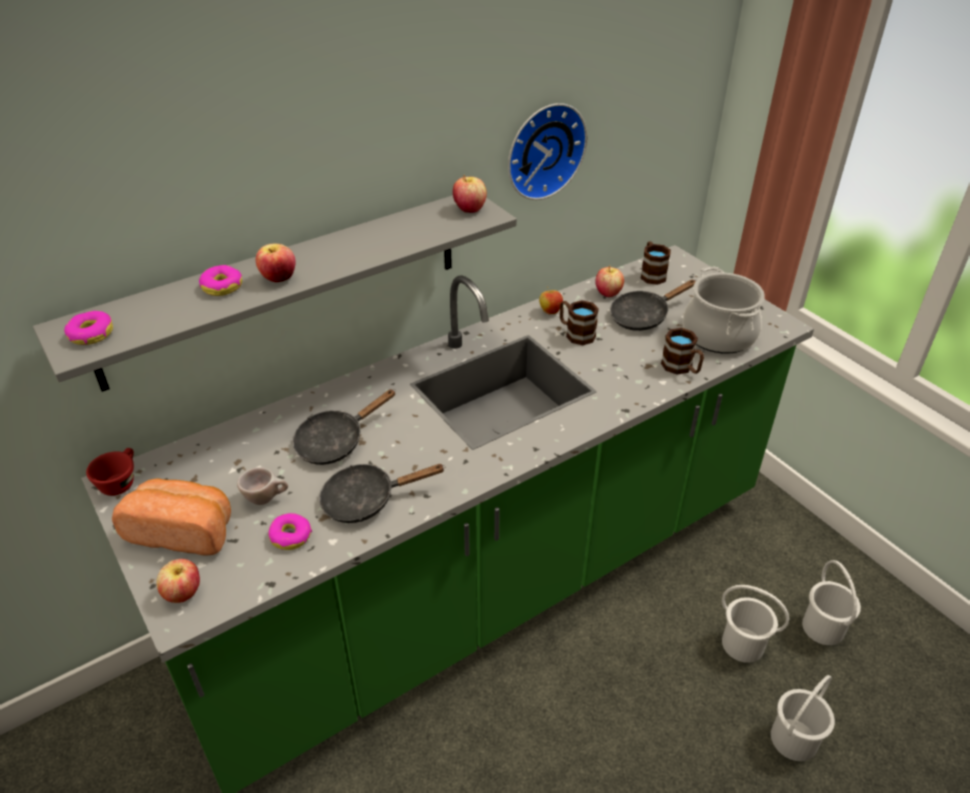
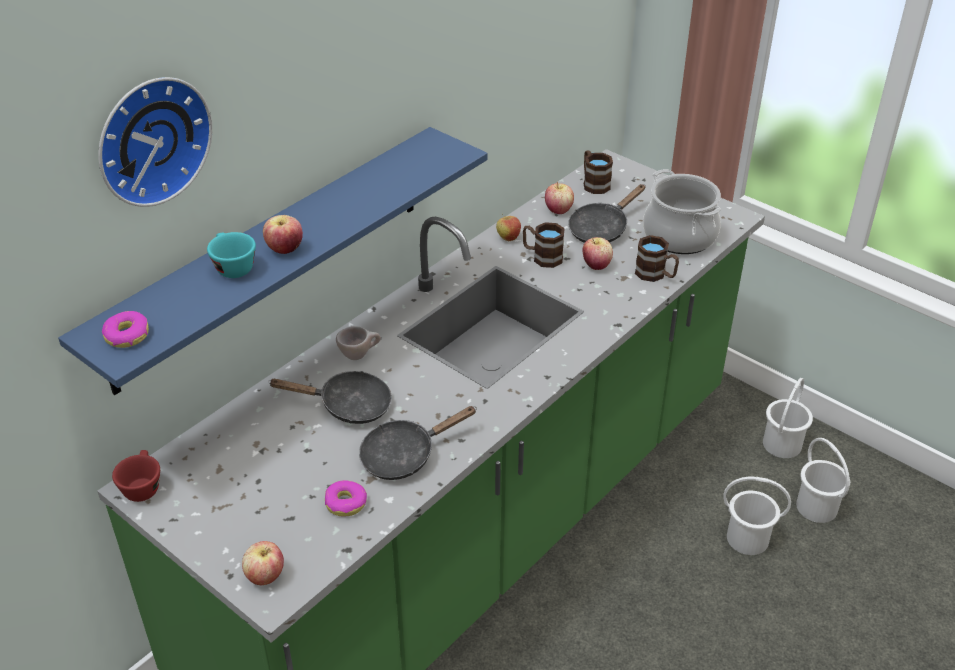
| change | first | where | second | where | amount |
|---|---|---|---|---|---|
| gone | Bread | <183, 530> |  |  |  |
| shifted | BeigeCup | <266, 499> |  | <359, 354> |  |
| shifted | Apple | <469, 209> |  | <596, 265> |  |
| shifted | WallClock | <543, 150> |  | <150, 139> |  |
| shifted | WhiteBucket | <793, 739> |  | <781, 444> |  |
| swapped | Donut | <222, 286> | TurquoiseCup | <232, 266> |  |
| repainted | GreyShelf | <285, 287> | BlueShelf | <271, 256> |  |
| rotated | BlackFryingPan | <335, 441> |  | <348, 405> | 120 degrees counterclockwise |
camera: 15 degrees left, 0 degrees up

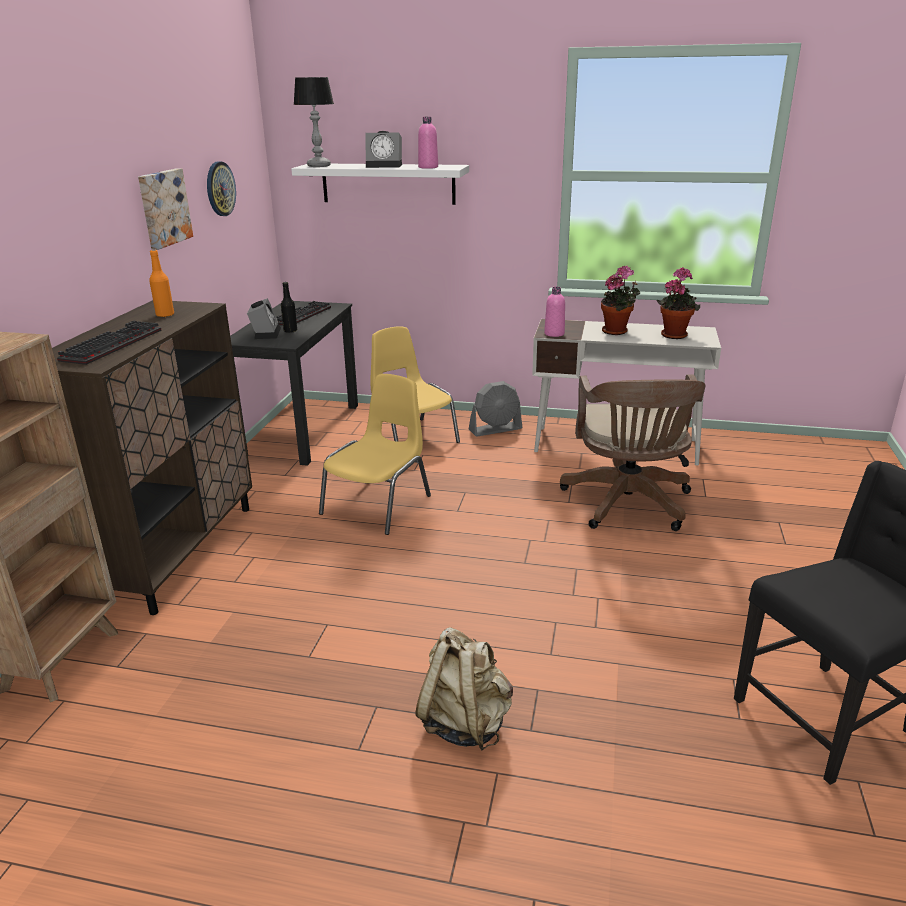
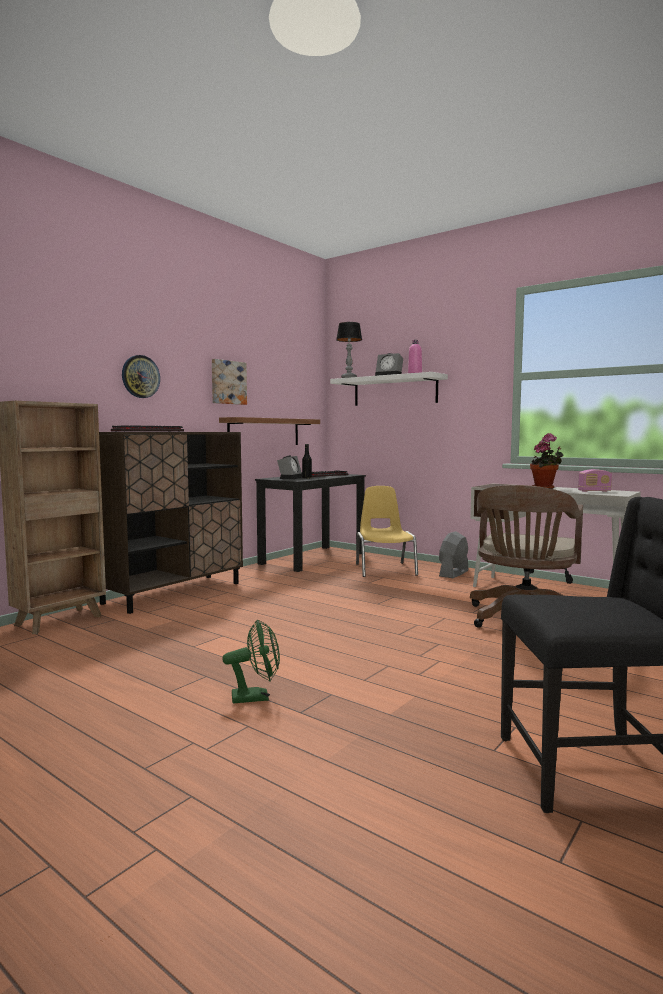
| change | first | where | second | where | amount |
|---|---|---|---|---|---|
| gone | OrangeBottle | <165, 315> |  |  |  |
| gone | YellowChair | <378, 504> |  |  |  |
| gone | PinkBottle | <554, 334> |  |  |  |
| new |  |  | Shelf | <264, 432> |  |
| shifted | WallClock | <220, 189> |  | <140, 376> |  |
| swapped | BeigeBackpack | <465, 723> | GreenFan | <256, 697> |  |
| swapped | PottedPlant | <674, 334> | Radio | <594, 491> |  |
| rotated | GreyFan | <495, 429> |  | <453, 573> | 120 degrees clockwise |
camera: 25 degrees right, 20 degrees down

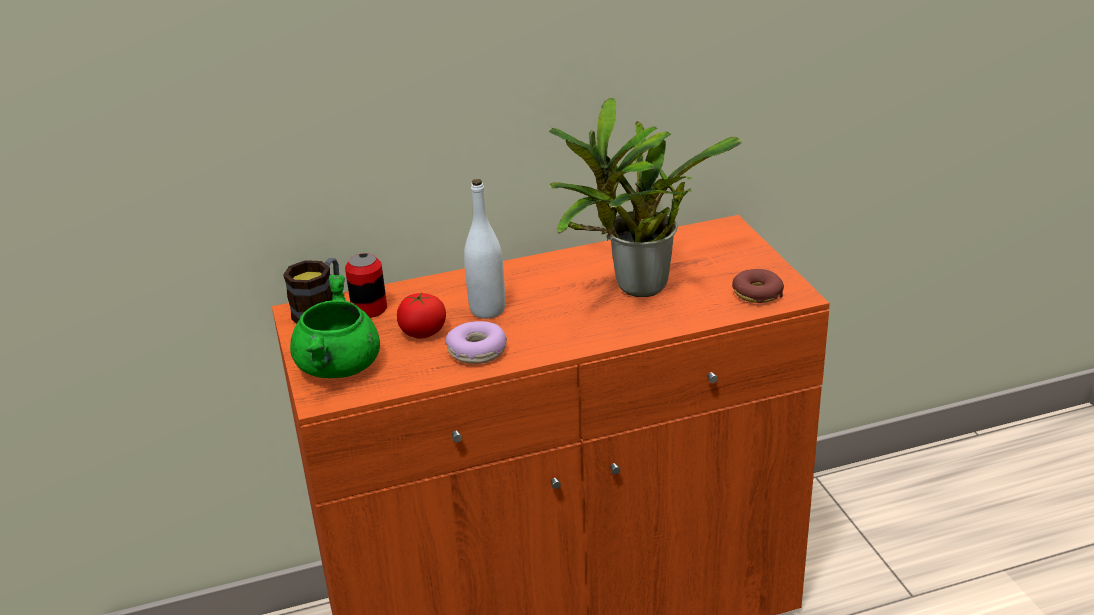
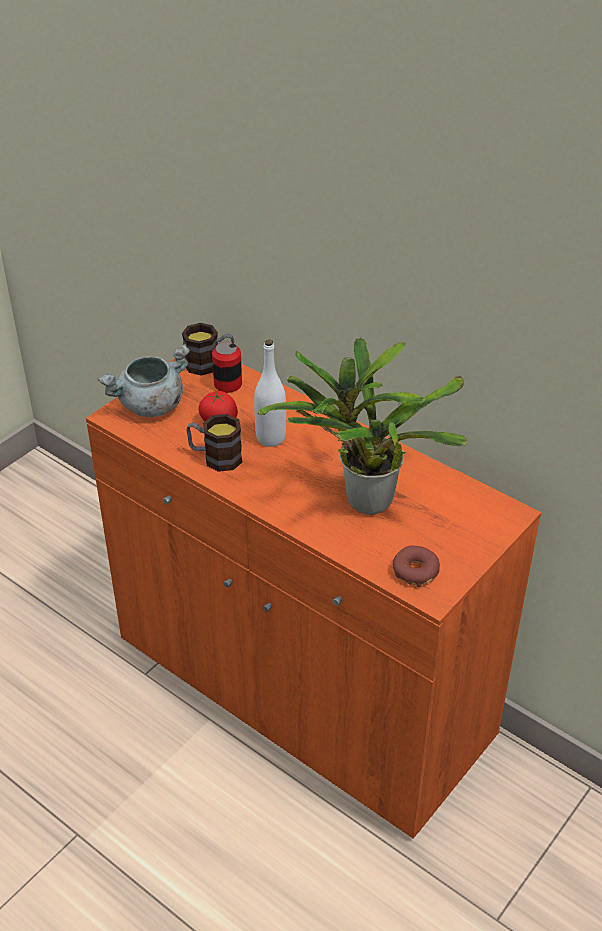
| change | first | where | second | where | amount |
|---|---|---|---|---|---|
| swapped | Donut | <477, 351> | Mug | <215, 457> |  |
| repainted | GreenCookingPot | <340, 368> | GreyCookingPot | <150, 406> |  |
camera: 55 degrees right, 10 degrees up

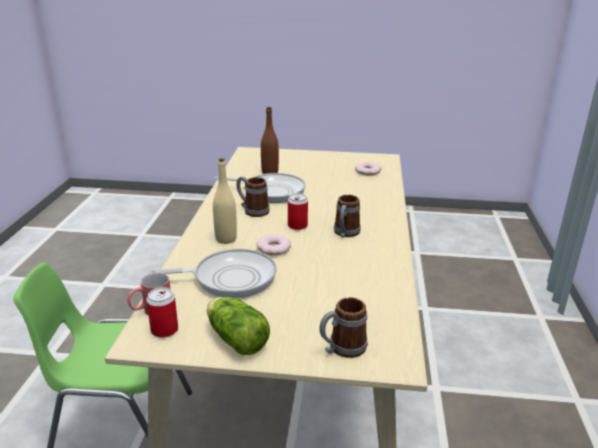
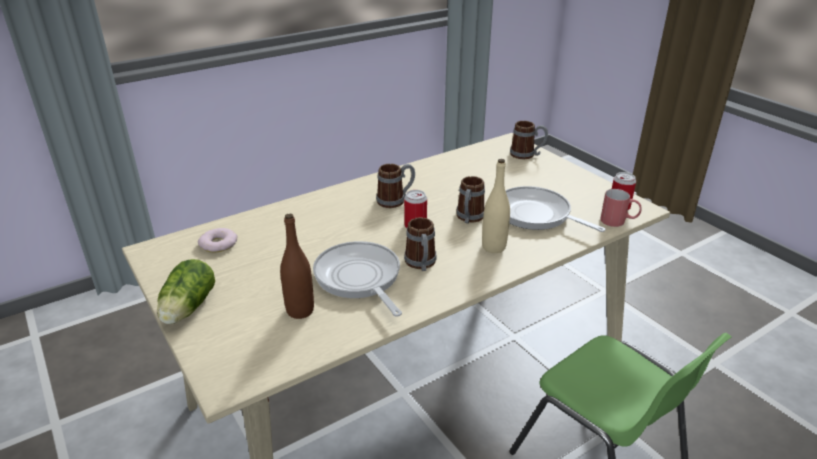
| change | first | where | second | where | amount |
|---|---|---|---|---|---|
| shifted | Lettuce | <235, 338> |  | <187, 309> |  |
| swapped | Donut | <274, 248> | Mug | <469, 218> |  |
camera: 130 degrees left, 5 degrees up

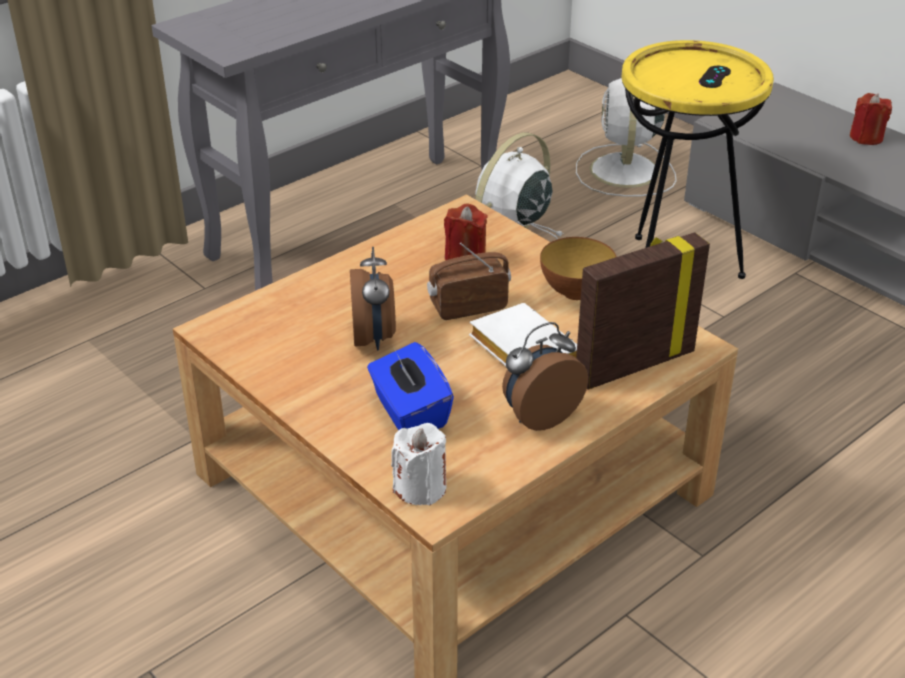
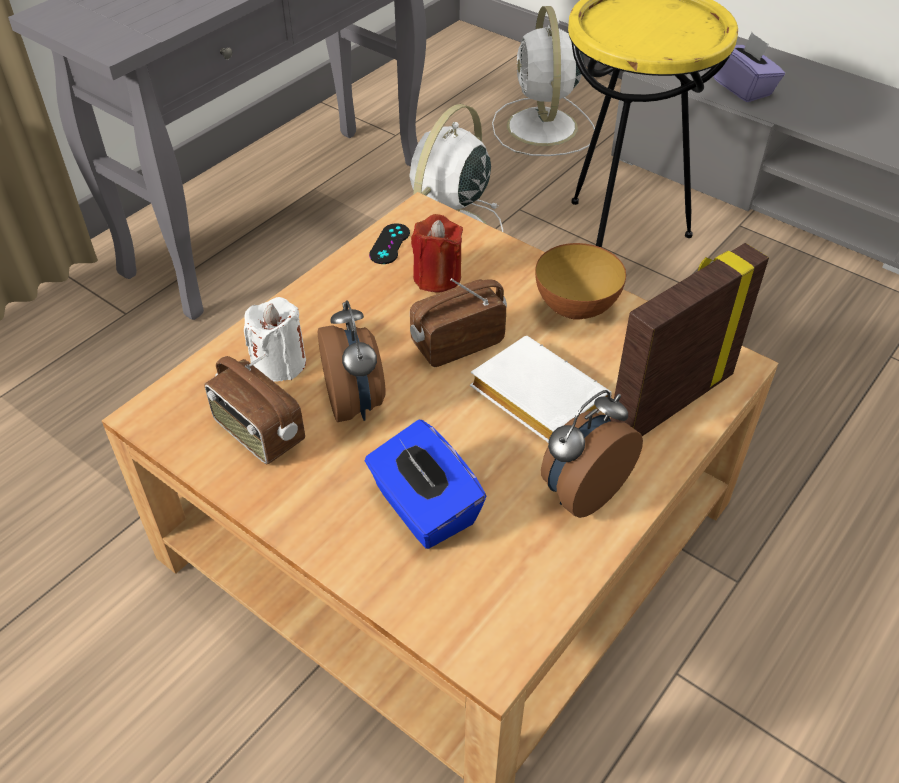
| change | first | where | second | where | amount |
|---|---|---|---|---|---|
| gone | RedCandle | <866, 137> |  |  |  |
| new |  |  | Radio | <258, 433> |  |
| new |  |  | PurpleTissueBox | <742, 87> |  |
| shifted | WhiteCandle | <420, 488> |  | <280, 363> |  |
| shifted | BlackGameController | <714, 77> |  | <389, 244> |  |
camera: 10 degrees left, 10 degrees up

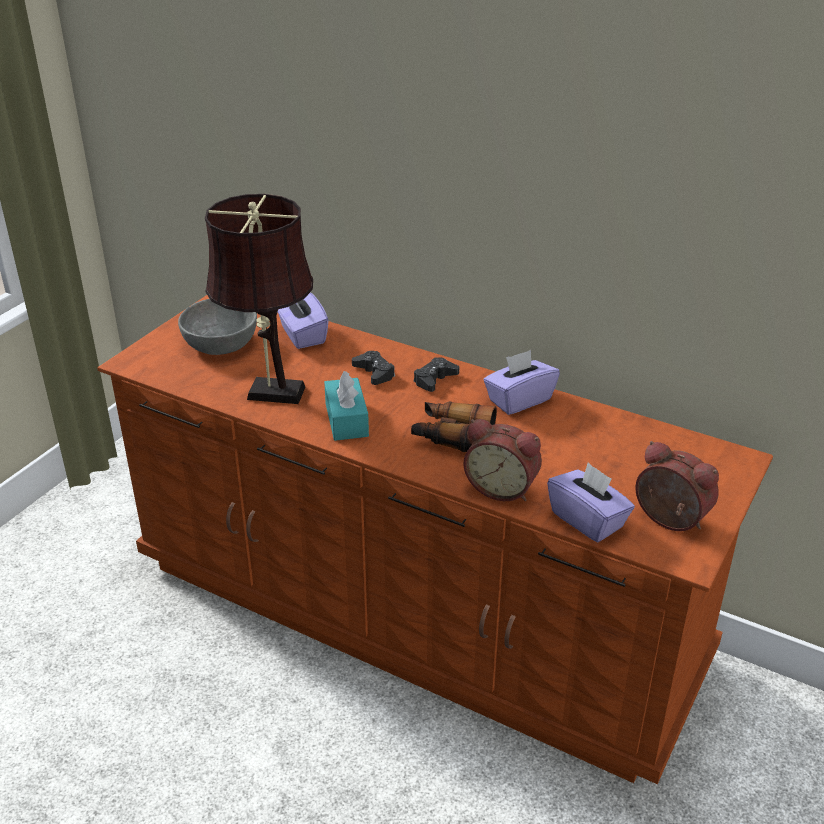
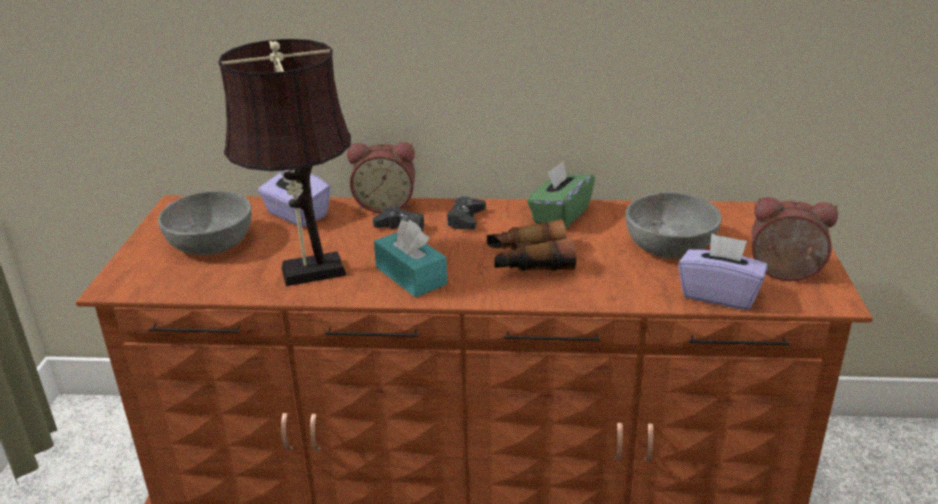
| change | first | where | second | where | amount |
|---|---|---|---|---|---|
| new |  |  | GreyBowl | <670, 245> |  |
| shifted | AlarmClock | <502, 487> |  | <385, 205> |  |
| repainted | PurpleTissueBox | <519, 400> | GreenTissueBox | <560, 216> |  |
camera: 25 degrees left, 5 degrees down

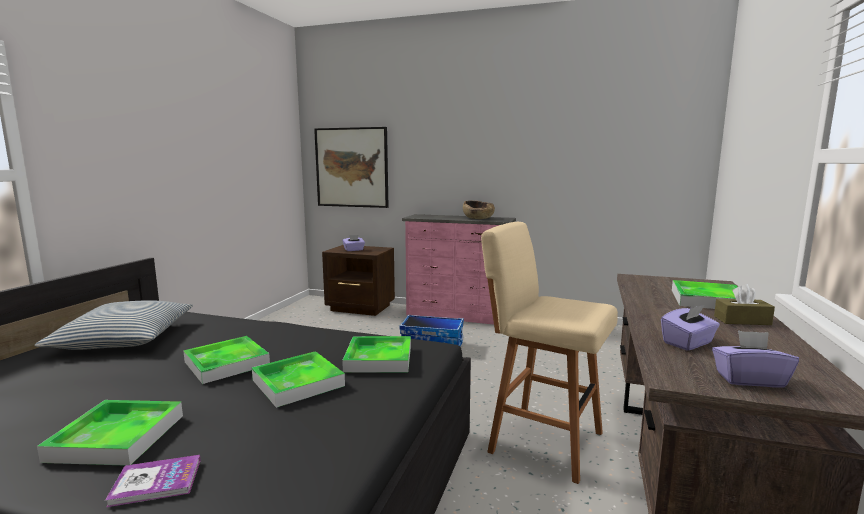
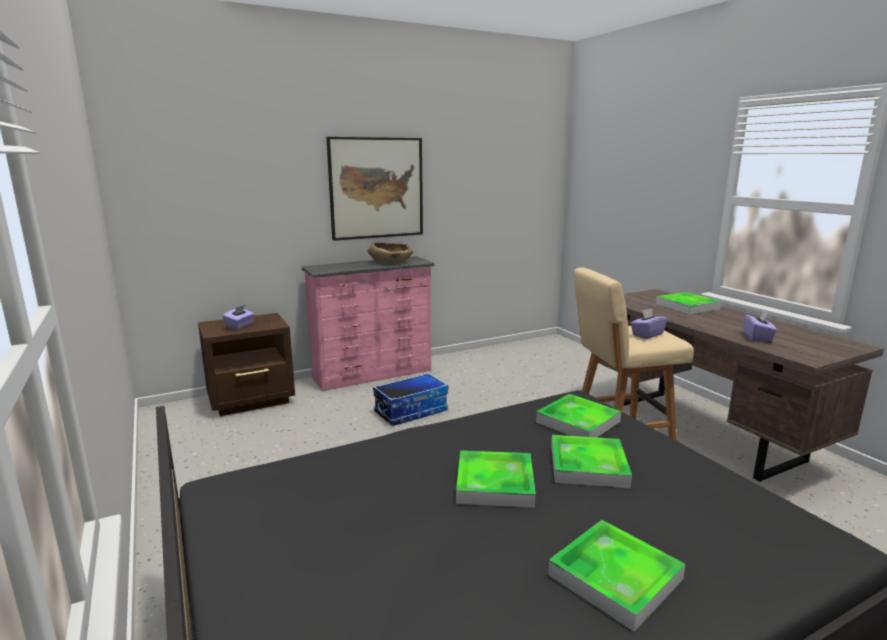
| change | first | where | second | where | amount |
|---|---|---|---|---|---|
| gone | Pillow | <124, 338> |  |  |  |
| gone | Book | <156, 482> |  |  |  |
| gone | BrownTissueBox | <742, 320> |  |  |  |
| shifted | Picture | <352, 167> |  | <376, 188> |  |
| shifted | PurpleTissueBox | <749, 379> |  | <647, 335> |  |
camera: 45 degrees left, 5 degrees up

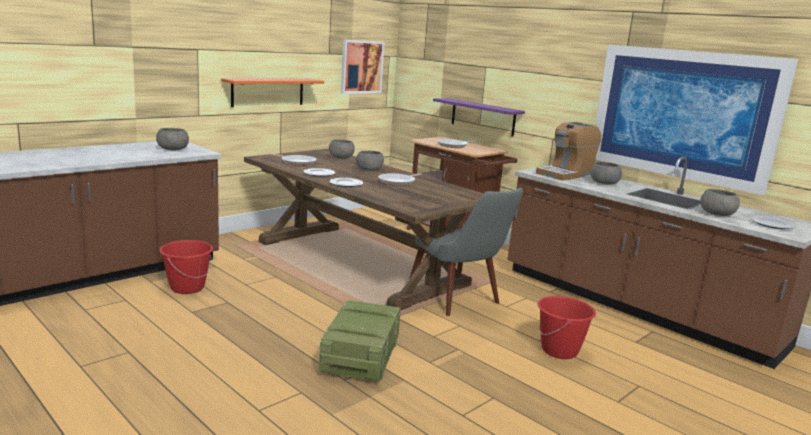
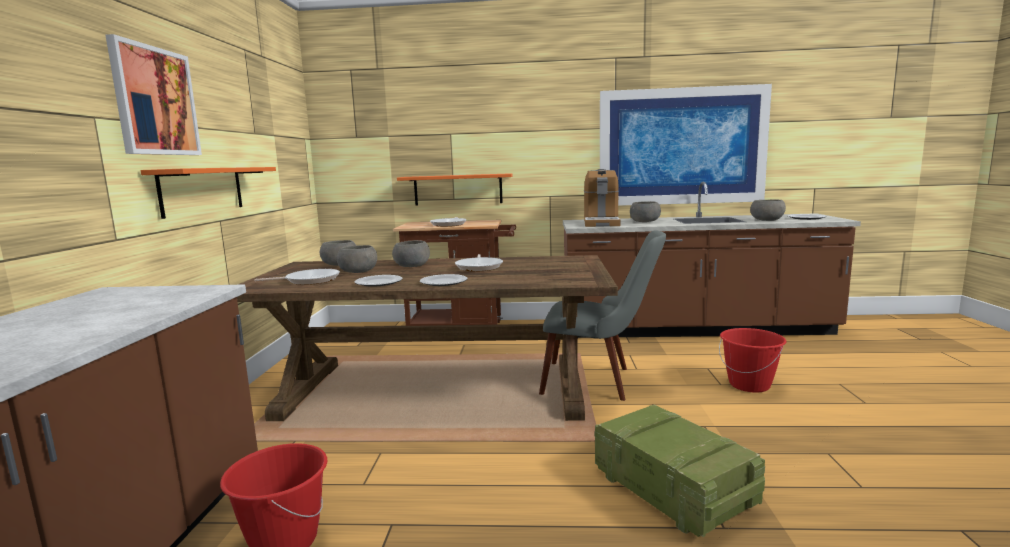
| change | first | where | second | where | amount |
|---|---|---|---|---|---|
| shifted | GreyBowl | <173, 149> |  | <358, 271> |  |
| shifted | Picture | <361, 67> |  | <155, 101> |  |
| repainted | PurpleShelf | <483, 117> | OrangeShelf | <458, 189> |  |
camera: 40 degrees left, 5 degrees down

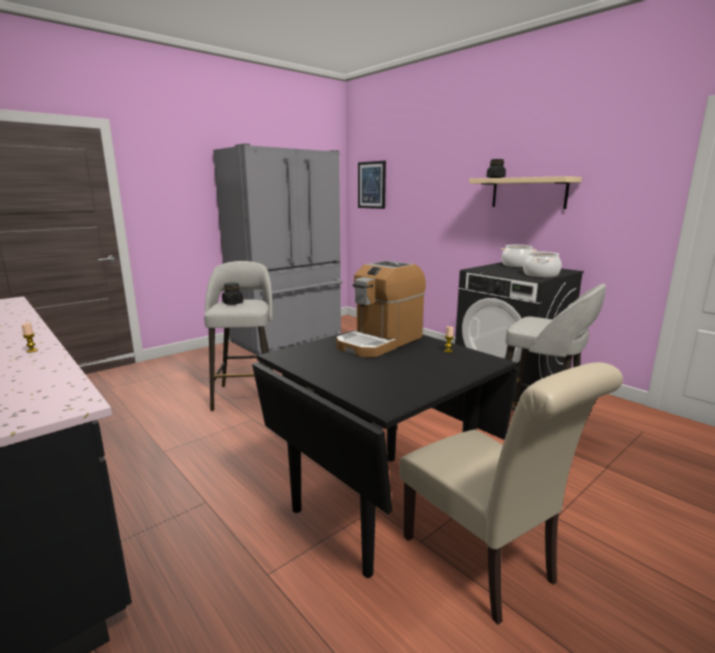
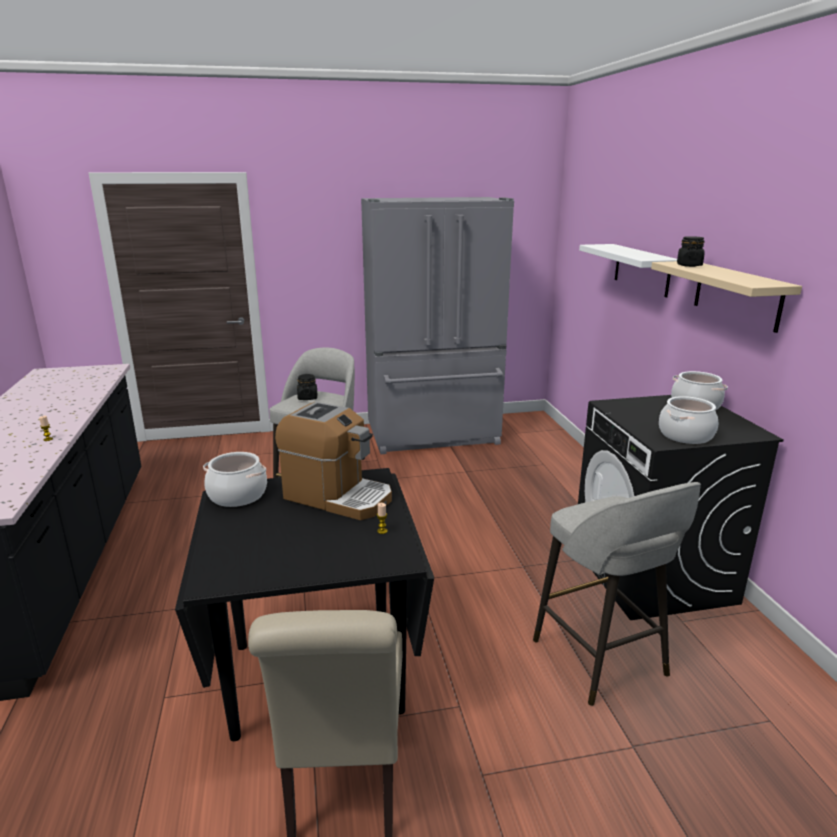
| change | first | where | second | where | amount |
|---|---|---|---|---|---|
| gone | Picture | <372, 185> |  |  |  |
| new |  |  | CookingPot | <238, 495> |  |
| new |  |  | WhiteShelf | <642, 269> |  |
| rotated | CoffeeMachine | <380, 342> |  | <337, 497> | 135 degrees counterclockwise |
camera: 30 degrees right, 5 degrees up

